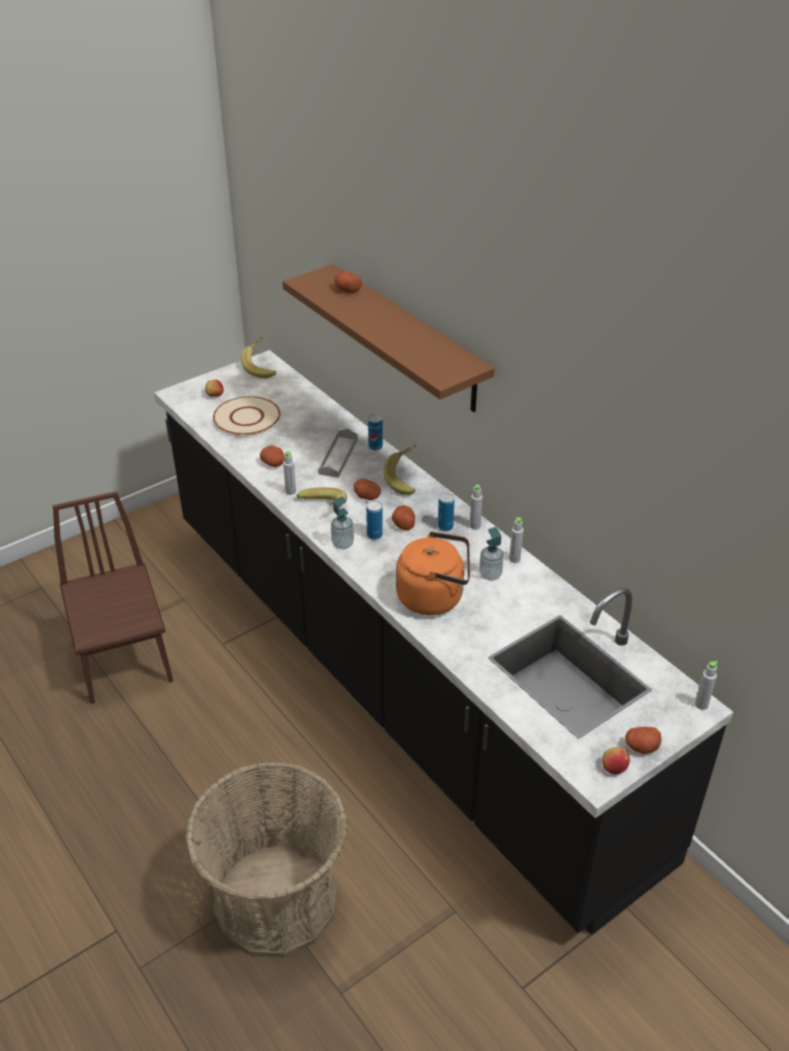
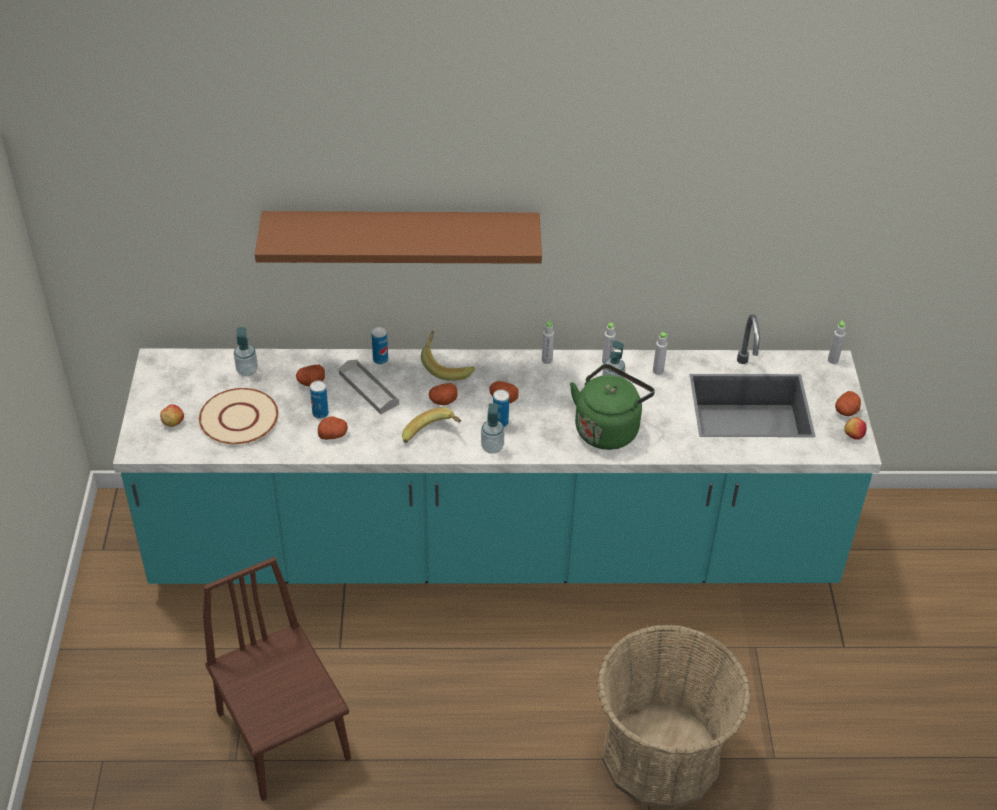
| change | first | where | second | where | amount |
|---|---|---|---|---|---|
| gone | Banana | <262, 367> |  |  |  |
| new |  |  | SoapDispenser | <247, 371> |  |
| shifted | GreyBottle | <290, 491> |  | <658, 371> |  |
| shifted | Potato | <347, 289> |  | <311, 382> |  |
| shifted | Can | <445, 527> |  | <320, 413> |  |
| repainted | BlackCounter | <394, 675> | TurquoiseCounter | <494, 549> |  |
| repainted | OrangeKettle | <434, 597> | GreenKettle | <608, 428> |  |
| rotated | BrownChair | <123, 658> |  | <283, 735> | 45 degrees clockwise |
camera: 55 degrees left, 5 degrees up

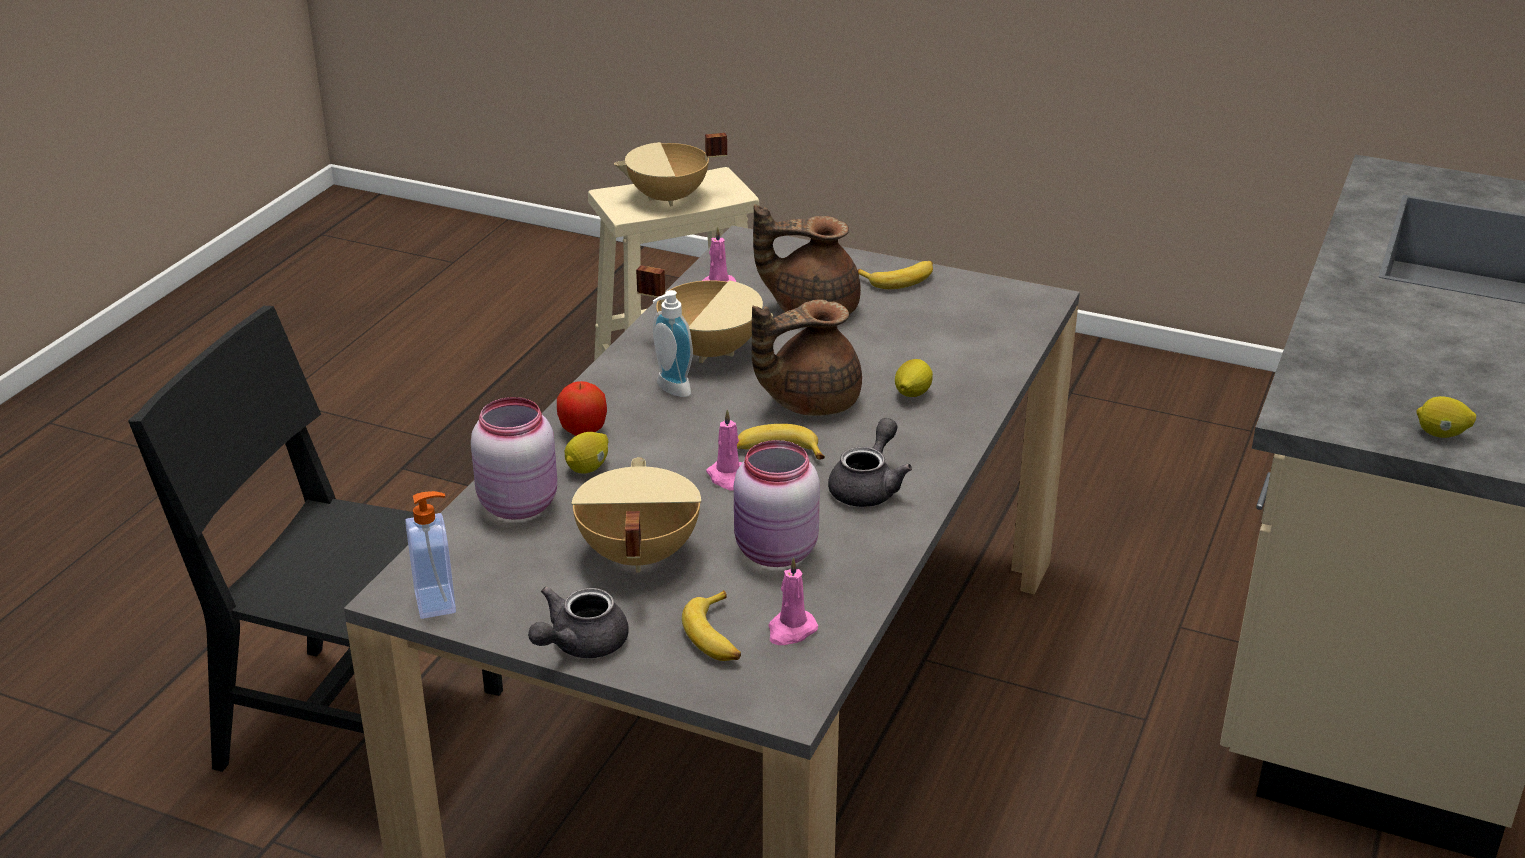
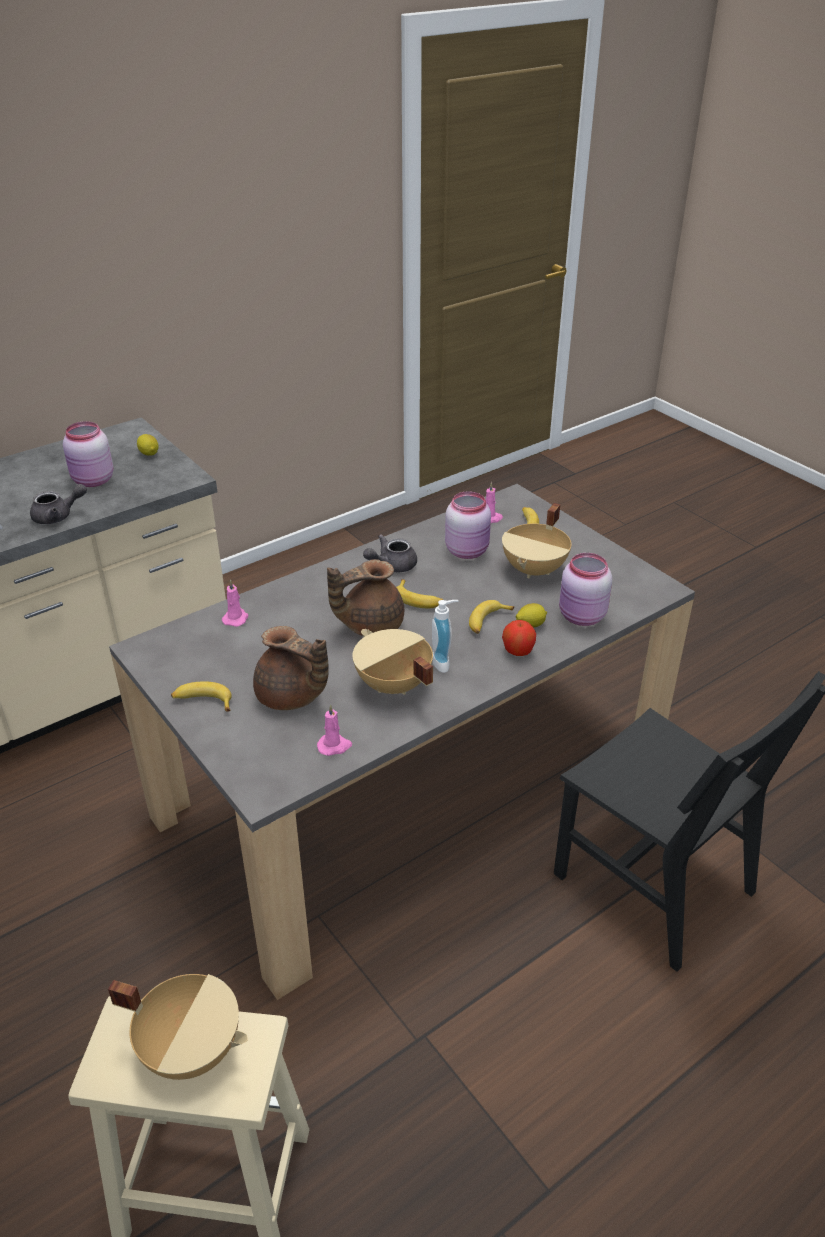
| change | first | where | second | where | amount |
|---|---|---|---|---|---|
| gone | SoapDispenser | <437, 601> |  |  |  |
| gone | Lemon | <911, 394> |  |  |  |
| new |  |  | PinkJar | <93, 481> |  |
| new |  |  | Banana | <487, 622> |  |
| shifted | GreyTeapot | <579, 644> |  | <58, 516> |  |
| shifted | PinkCandle | <728, 477> |  | <236, 618> |  |
| rotated | BrownTeapot | <809, 401> |  | <369, 624> | 150 degrees clockwise |
camera: 150 degrees left, 5 degrees up

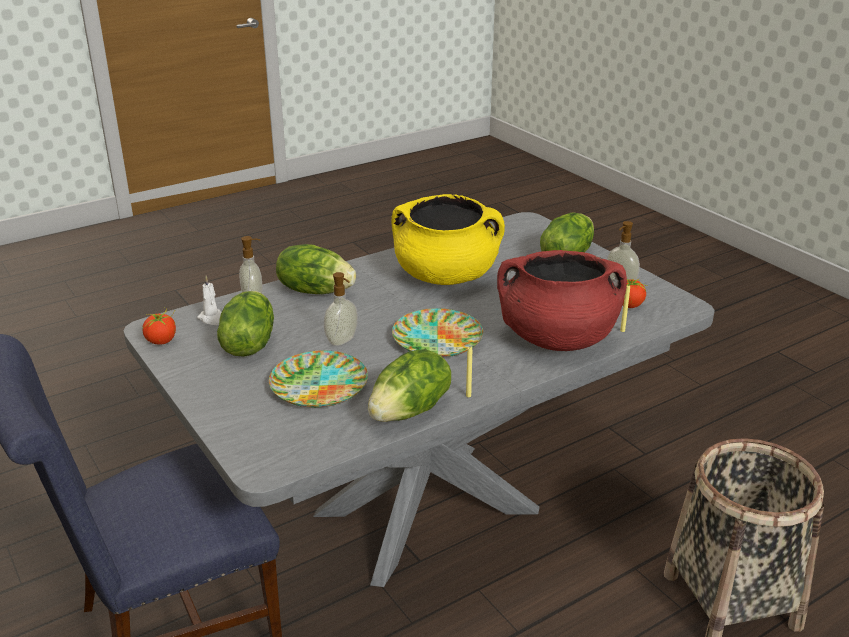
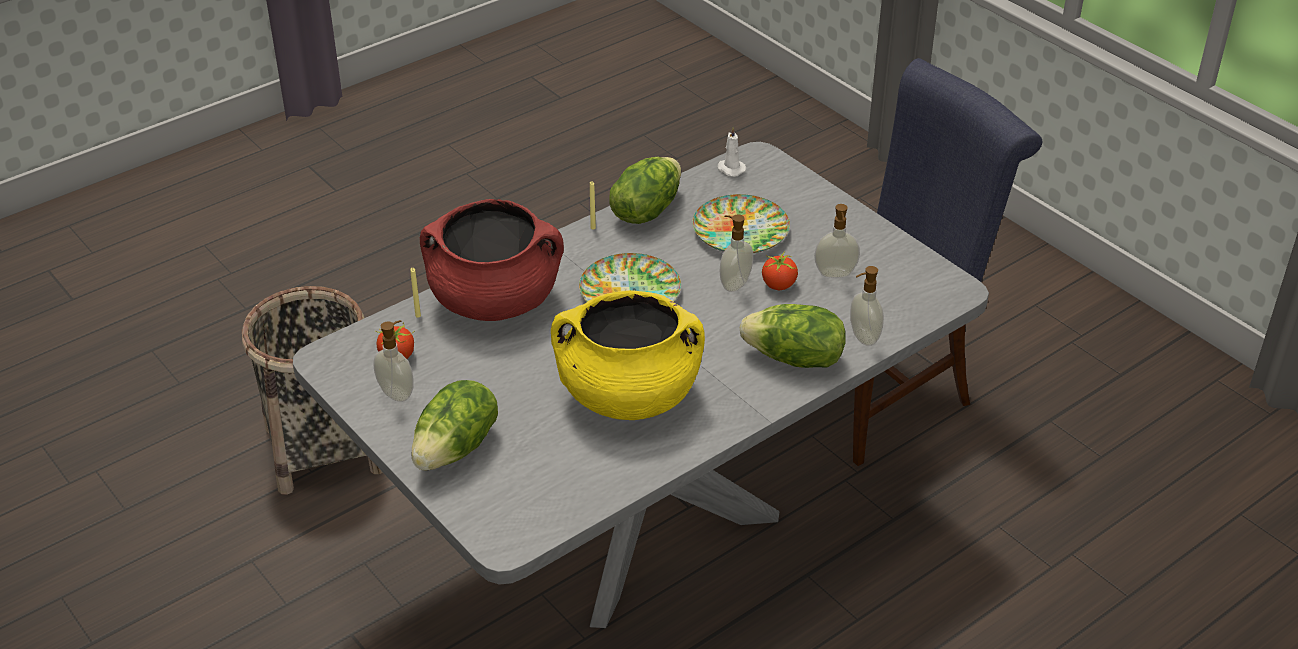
| change | first | where | second | where | amount |
|---|---|---|---|---|---|
| shifted | Tomato | <161, 341> |  | <778, 285> |  |
| shifted | WhiteCandle | <212, 319> |  | <730, 169> |  |
| swapped | Lettuce | <248, 344> | SoapDispenser | <835, 274> |  |
camera: 175 degrees right, 10 degrees up

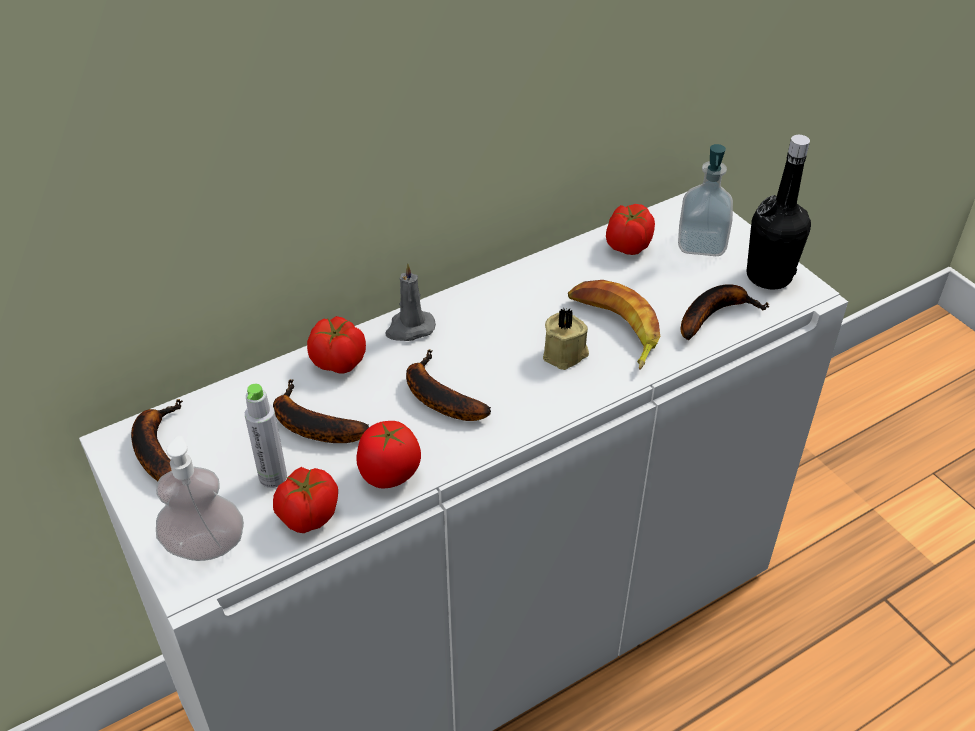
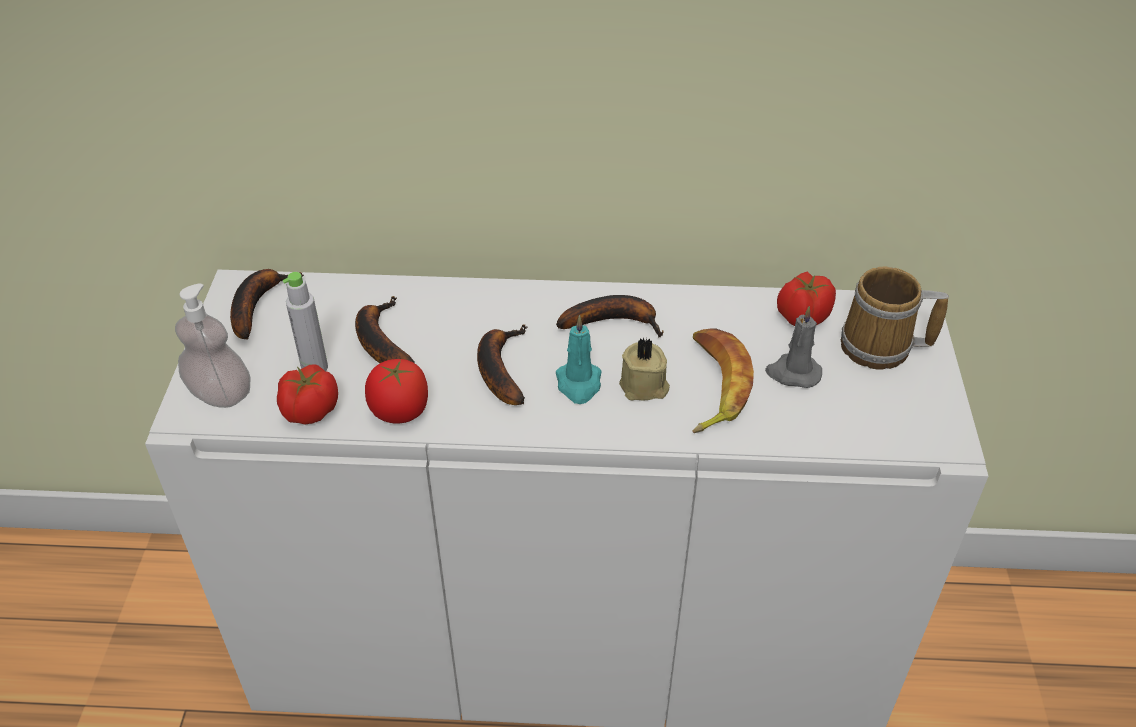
| change | first | where | second | where | amount |
|---|---|---|---|---|---|
| gone | Tomato | <339, 363> |  |  |  |
| gone | BlackBottle | <769, 276> |  |  |  |
| new |  |  | TurquoiseCandle | <579, 384> |  |
| shifted | GreyCandle | <409, 328> |  | <793, 373> |  |
| shifted | Banana | <714, 314> |  | <614, 321> |  |
| swapped | SoapDispenser | <701, 243> | Mug | <881, 348> |  |
camera: 35 degrees right, 0 degrees up

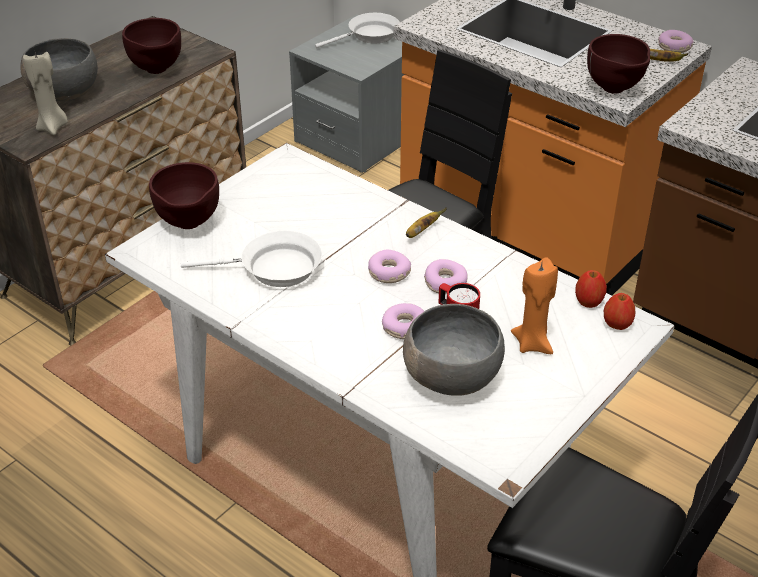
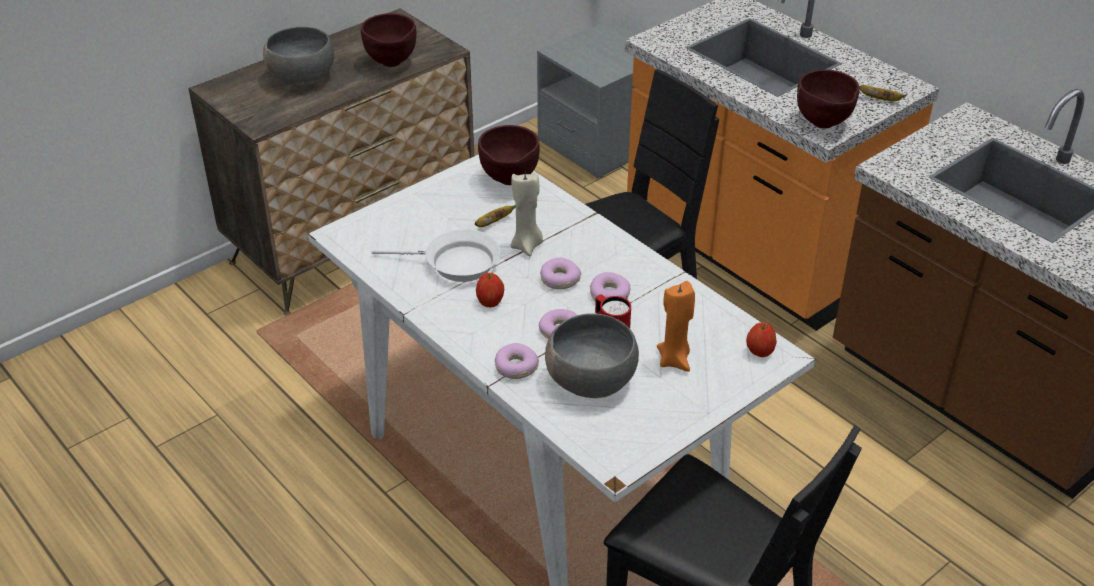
| change | first | where | second | where | amount |
|---|---|---|---|---|---|
| gone | WhiteFryingPan | <369, 36> |  |  |  |
| shifted | BeigeCandle | <53, 127> |  | <527, 246> |  |
| shifted | BrownBowl | <189, 225> |  | <509, 181> |  |
| shifted | Banana | <421, 231> |  | <494, 222> |  |
| shifted | Apple | <589, 302> |  | <490, 302> |  |
| shifted | Donut | <674, 47> |  | <516, 367> |  |
camera: 10 degrees right, 0 degrees up

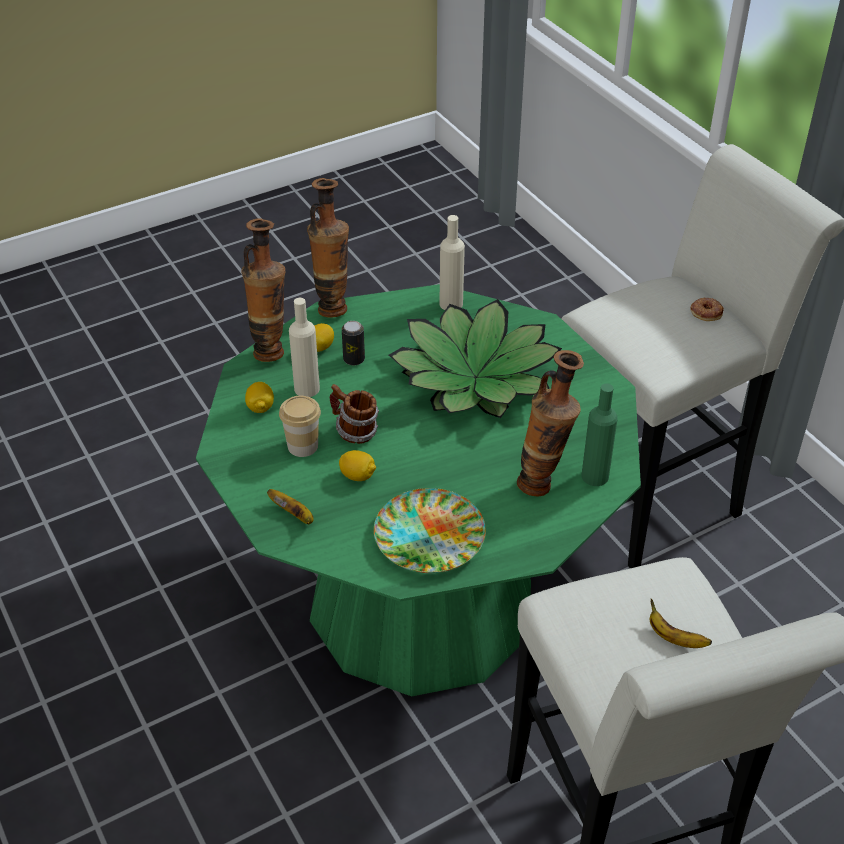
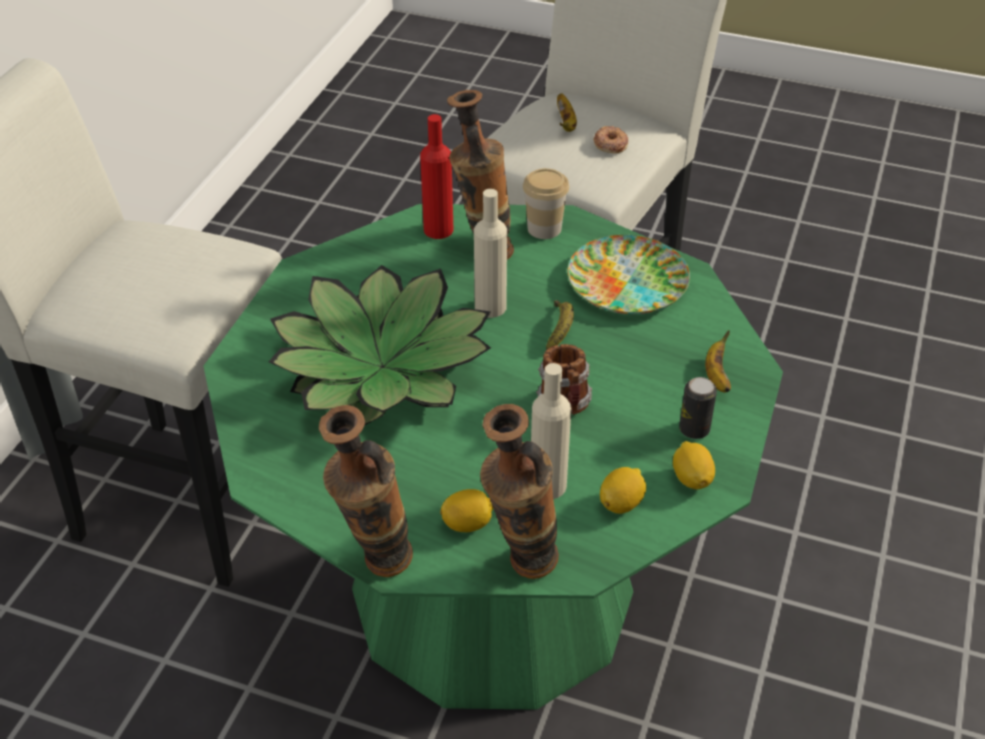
| change | first | where | second | where | amount |
|---|---|---|---|---|---|
| new |  |  | Banana | <560, 329> |  |
| shifted | Cup | <302, 446> |  | <544, 228> |  |
| shifted | Lemon | <358, 476> |  | <691, 478> |  |
| shifted | Can | <354, 359> |  | <694, 429> |  |
| shifted | BeigeBottle | <451, 304> |  | <490, 307> |  |
| shifted | Donut | <706, 312> |  | <610, 144> |  |
| repainted | GreenBottle | <595, 476> | RedBottle | <438, 229> |  |
camera: 130 degrees left, 0 degrees up

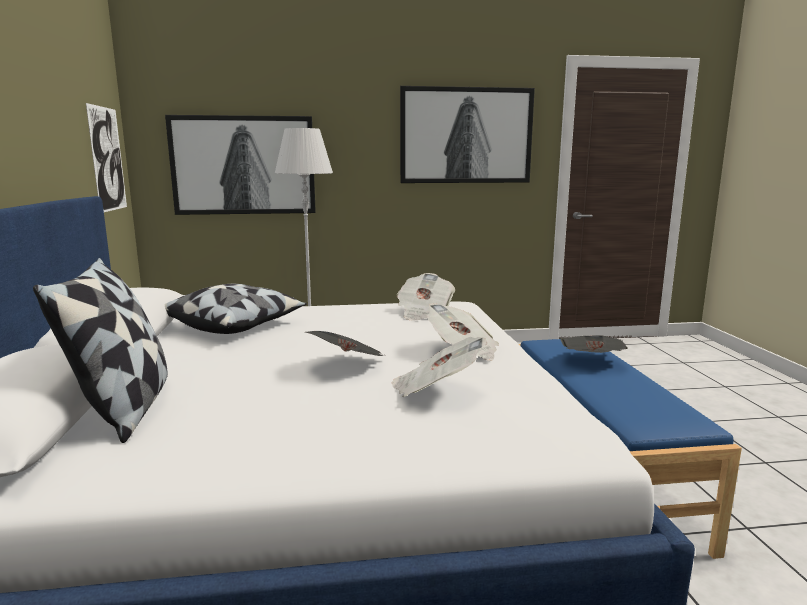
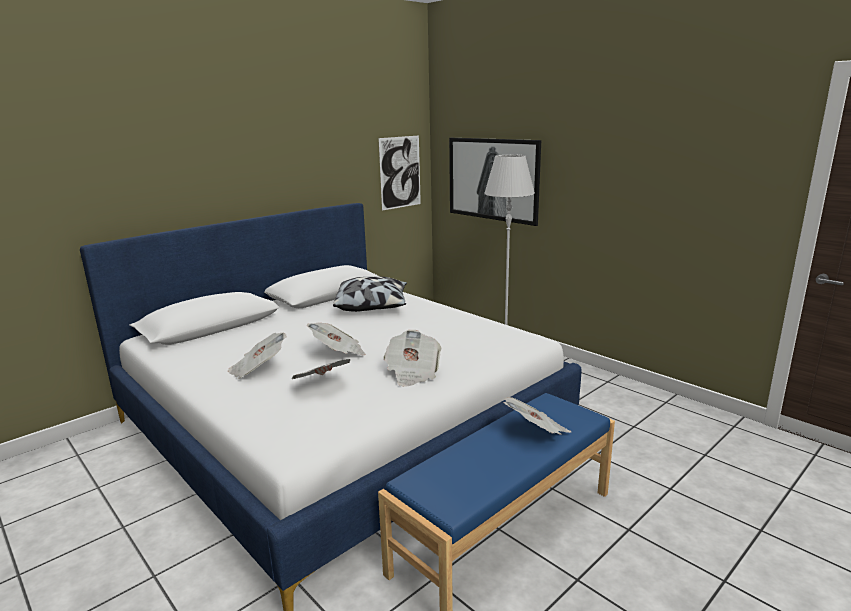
| change | first | where | second | where | amount |
|---|---|---|---|---|---|
| gone | Pillow | <125, 408> |  |  |  |
| gone | Picture | <466, 135> |  |  |  |
| shifted | Newspaper | <423, 313> |  | <258, 369> |  |
camera: 55 degrees right, 5 degrees up

